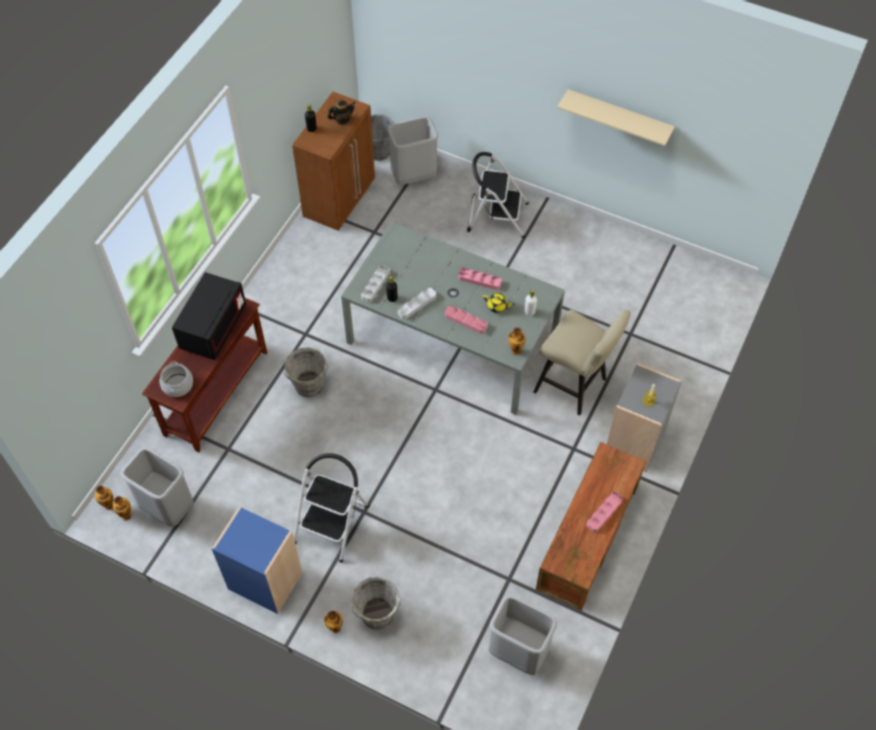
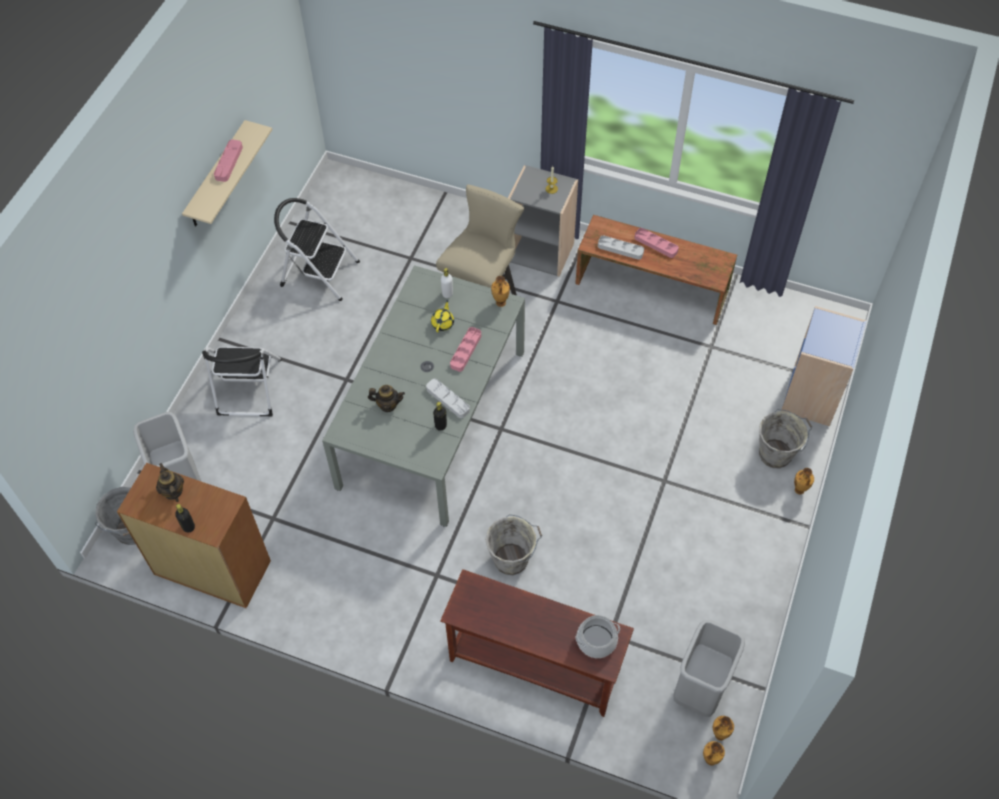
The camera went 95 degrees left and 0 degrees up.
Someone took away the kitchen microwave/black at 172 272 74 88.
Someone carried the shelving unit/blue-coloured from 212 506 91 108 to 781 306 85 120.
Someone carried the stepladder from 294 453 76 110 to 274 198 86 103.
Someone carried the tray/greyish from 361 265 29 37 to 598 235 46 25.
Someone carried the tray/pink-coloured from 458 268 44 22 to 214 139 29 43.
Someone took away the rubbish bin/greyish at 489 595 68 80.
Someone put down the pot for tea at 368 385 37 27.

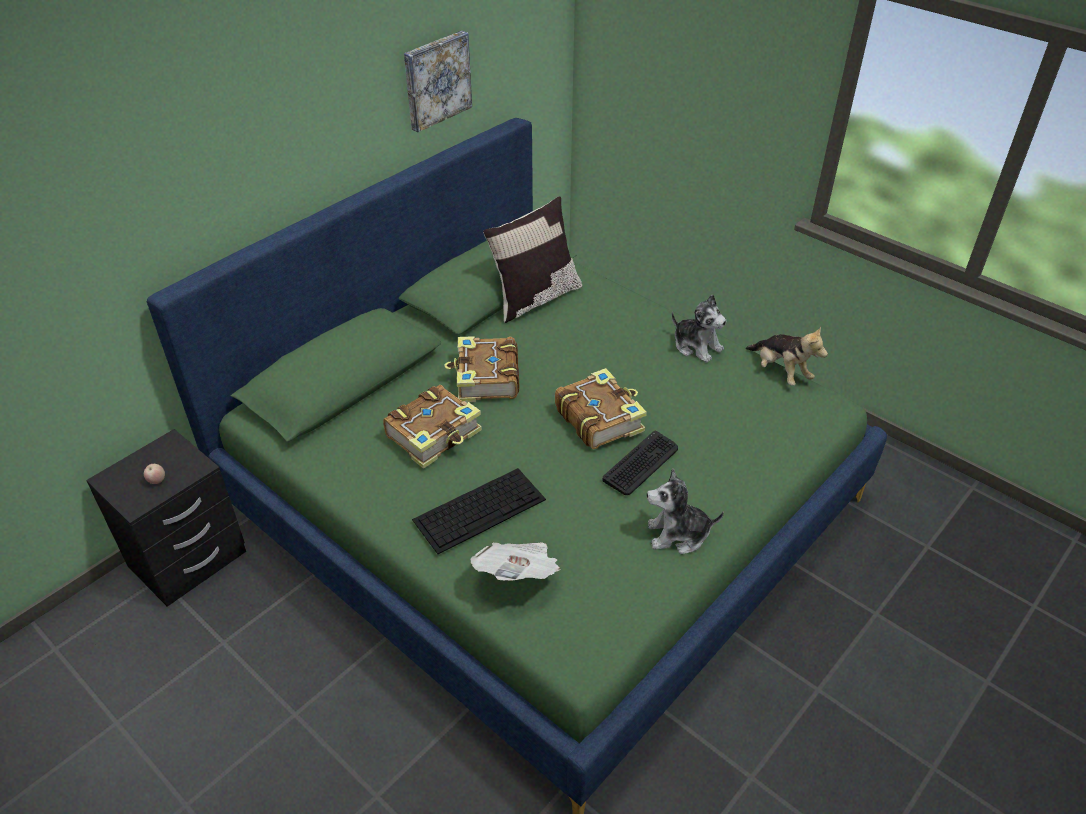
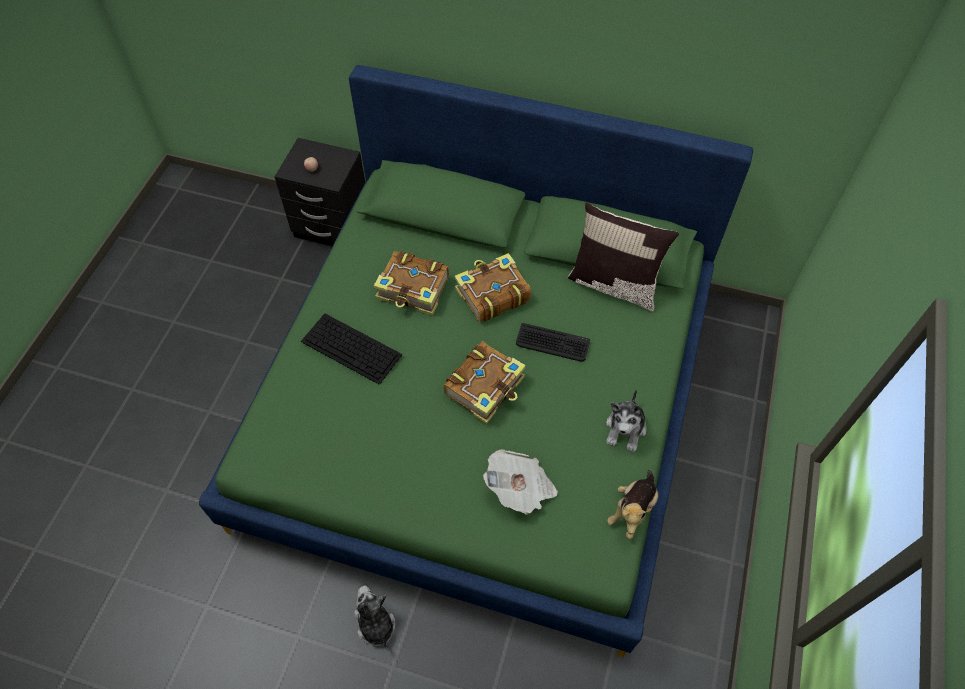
The camera went 65 degrees right and 15 degrees up.
Someone took away the wall art at 404 31 68 101.
Someone carried the daily paper from 471 542 89 39 to 483 449 75 65.
Someone carried the keyboard from 602 430 76 65 to 516 323 74 38.
Someone carried the soft toy from 647 468 77 86 to 354 586 42 64.

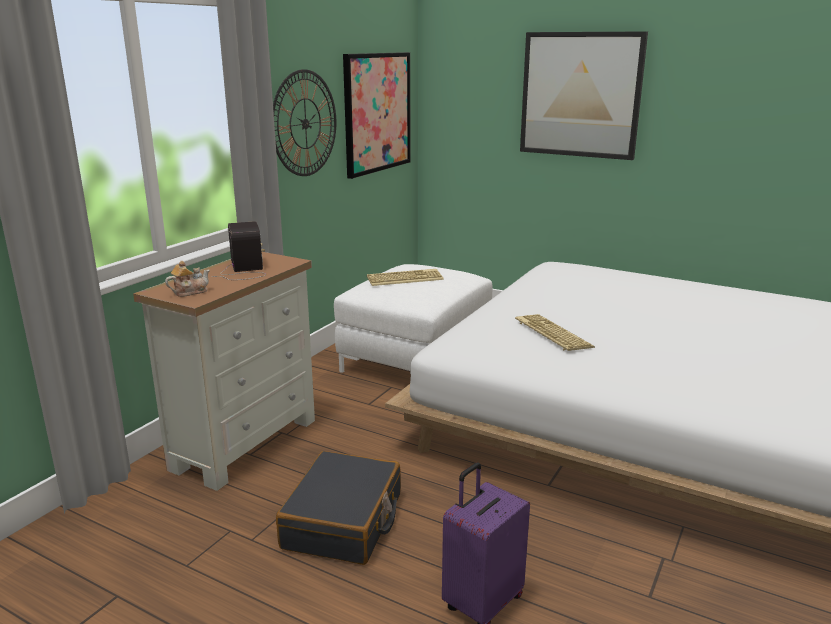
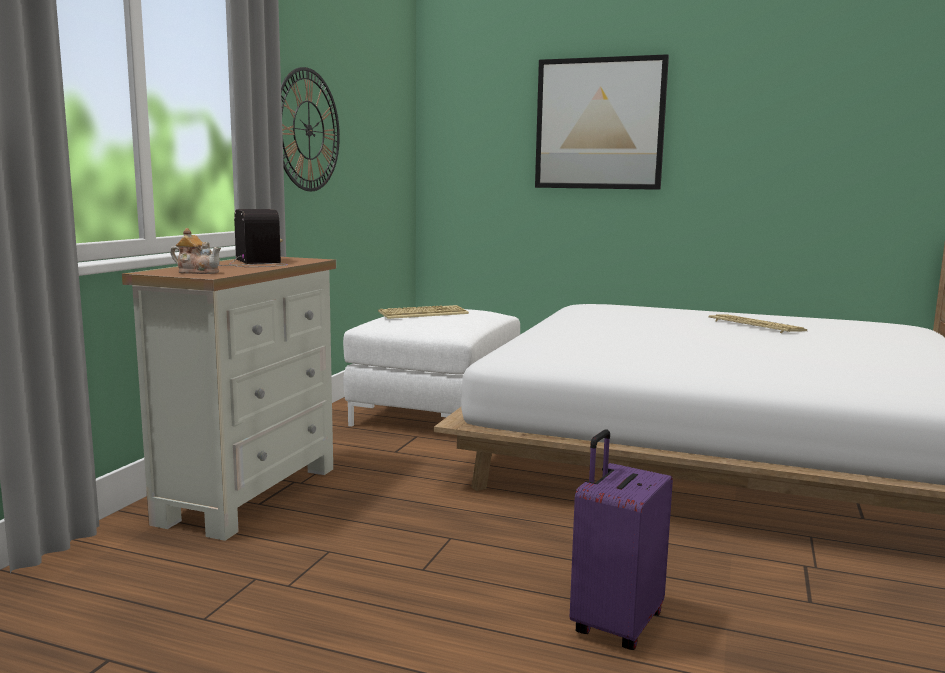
The camera went 10 degrees left and 10 degrees down.
Someone rotated the pot for tea at 165 261 45 36 by 60 degrees clockwise.
Someone took away the piece of luggage/black at 276 451 125 114.
Someone took away the wall art at 343 52 68 127.
Someone carried the keyboard from 515 314 80 37 to 709 314 98 19.

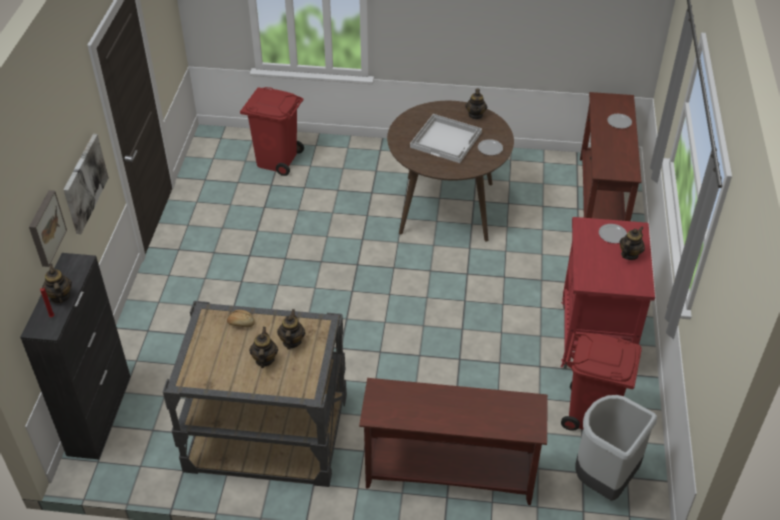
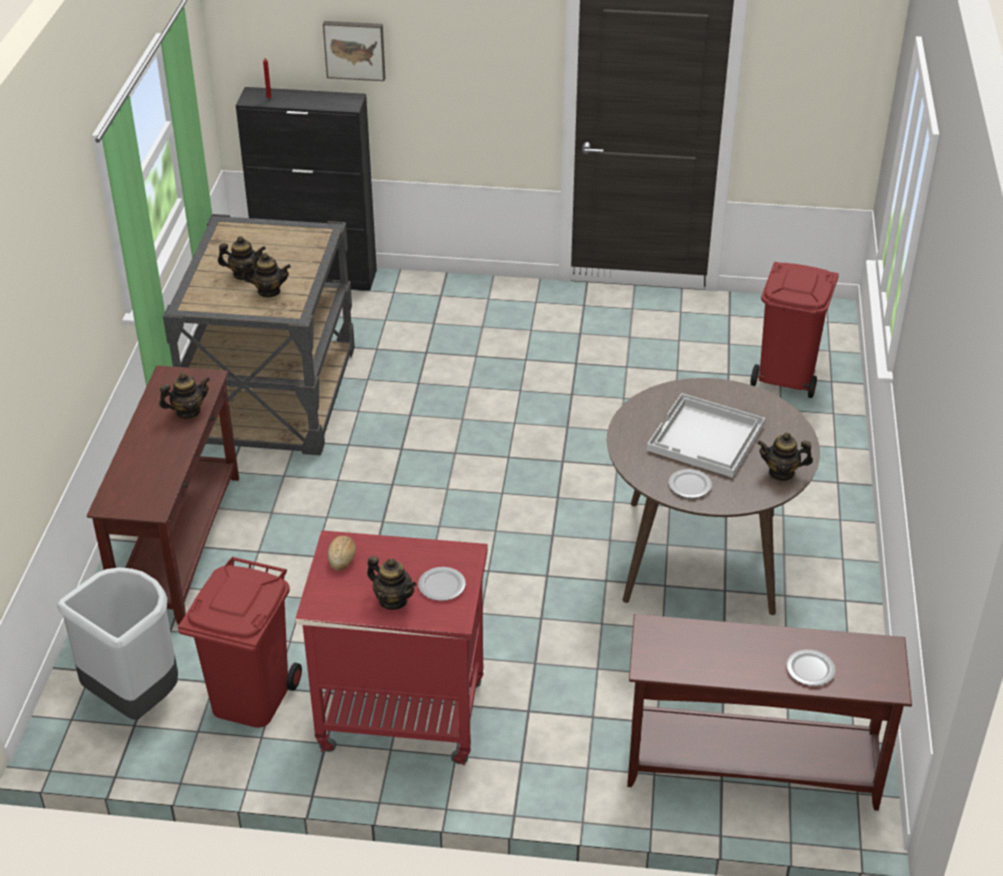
The camera went 90 degrees right and 5 degrees down.
Someone carried the pot for tea from 42 264 30 40 to 159 373 51 46.
Someone took away the wall art at 63 134 46 100.
Someone carried the bread from 227 310 28 17 to 328 536 28 35.

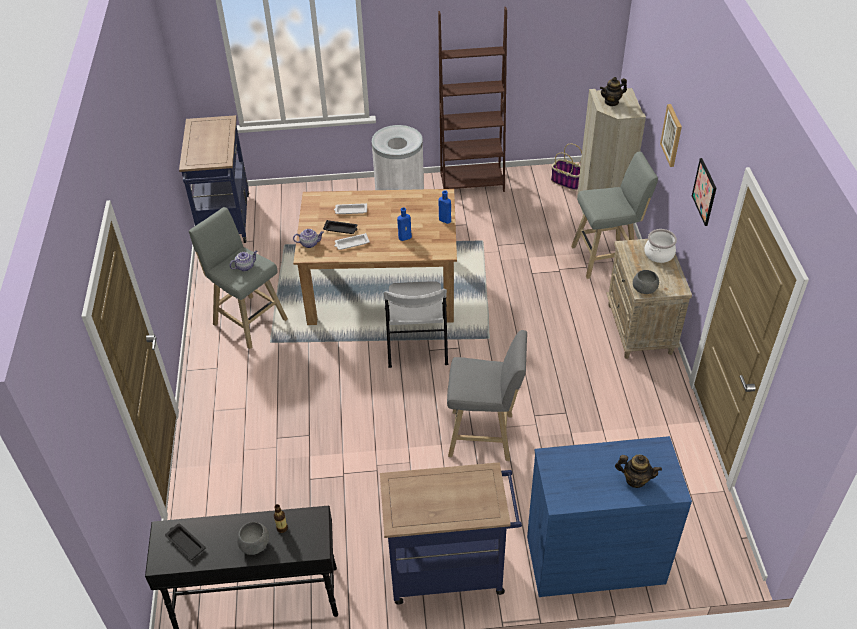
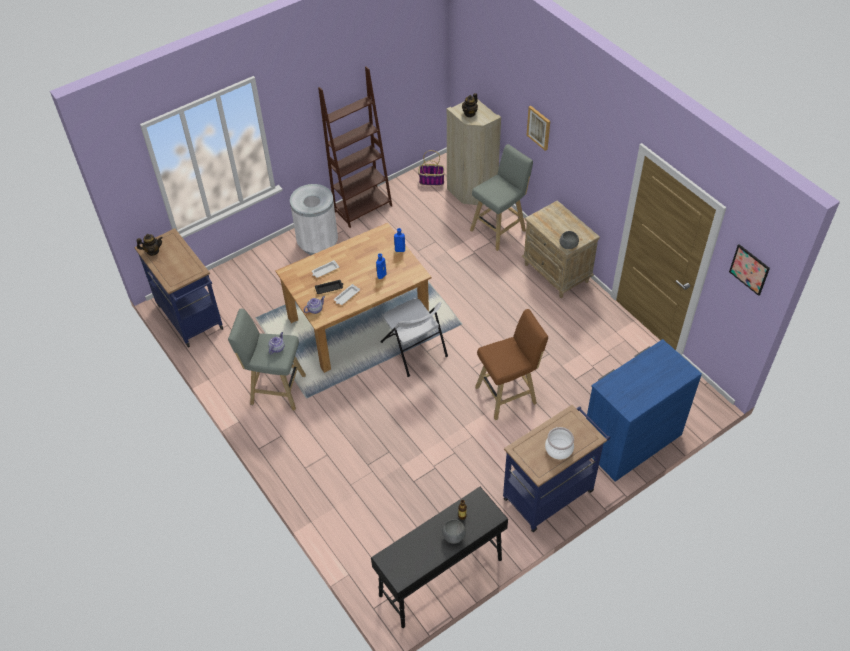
The camera went 30 degrees left and 5 degrees up.
Someone took away the tray/black at 165 524 41 36.
Someone repainted the stool seat/greyish at 447 330 80 131, which became the stool seat/brownish at 475 309 73 111.
Someone carried the pot for tea from 615 455 47 33 to 137 234 26 22.
Someone carried the cooking pot from 644 229 33 34 to 545 427 29 33.
Someone carried the wall art from 692 158 25 68 to 729 244 41 52.

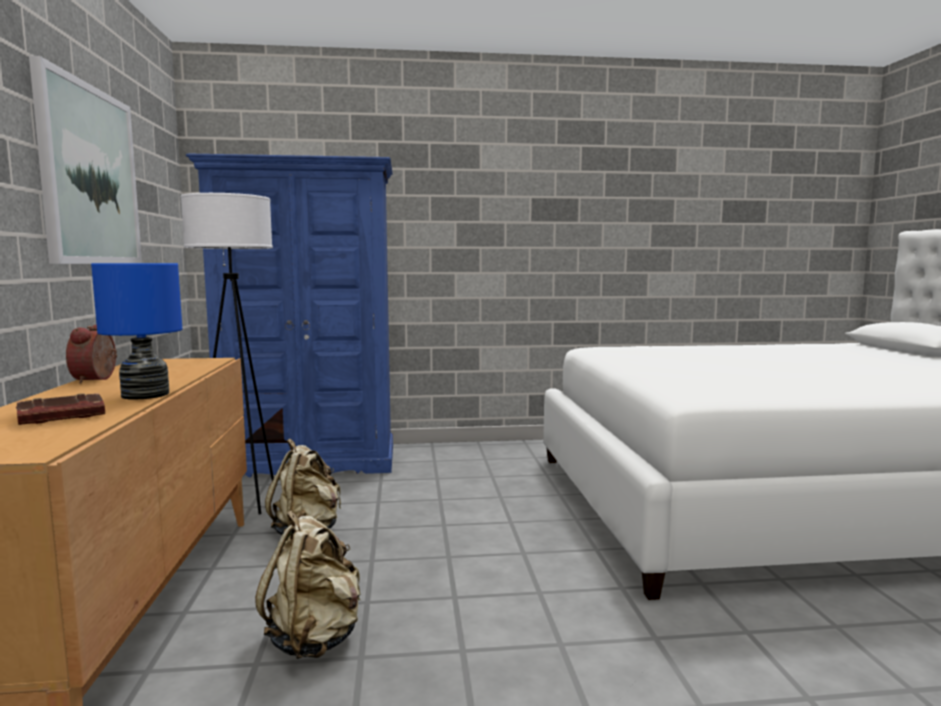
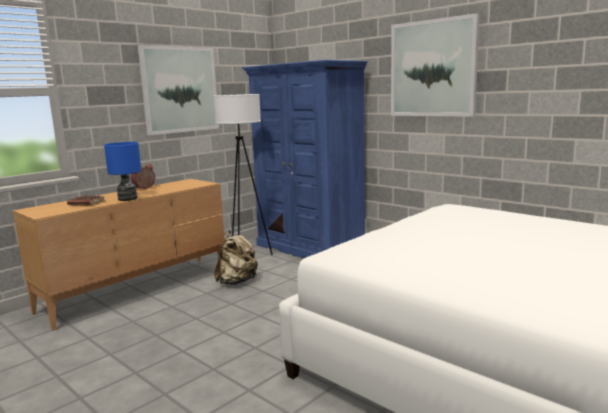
The camera went 50 degrees right and 5 degrees up.
Someone took away the backpack/beige at 255 510 106 149.
Someone put up the wall art at 391 13 88 104.

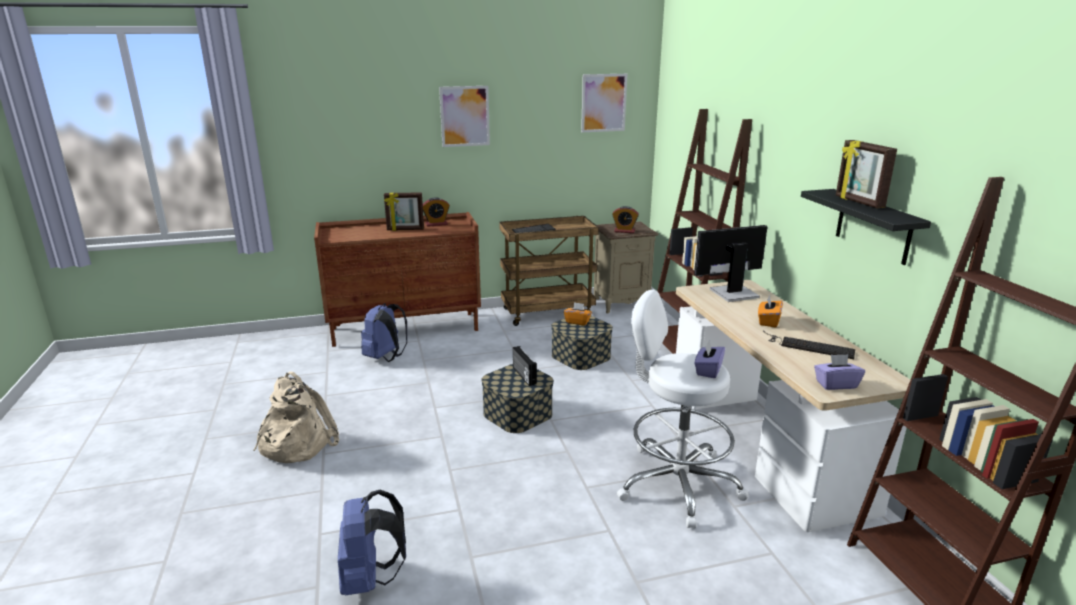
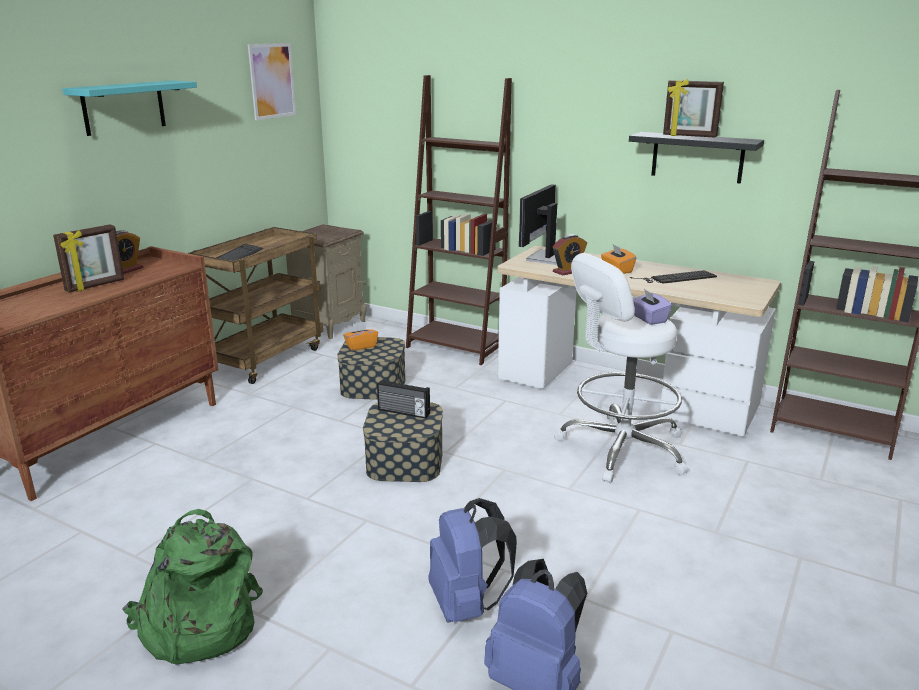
The camera went 45 degrees left and 0 degrees up.
Someone repainted the backpack/beige at 254 371 85 92, which became the backpack/greenish at 122 509 141 155.
Someone carried the backpack/blue-coloured from 361 303 46 59 to 428 498 89 124.
Someone swapped the wall art at 439 86 51 61 for the bracket shelf/blue-green at 63 80 134 56.
Someone carried the alarm clock from 612 206 27 27 to 553 234 34 42.
Someone took away the tissue holder/purplish at 814 354 51 36.

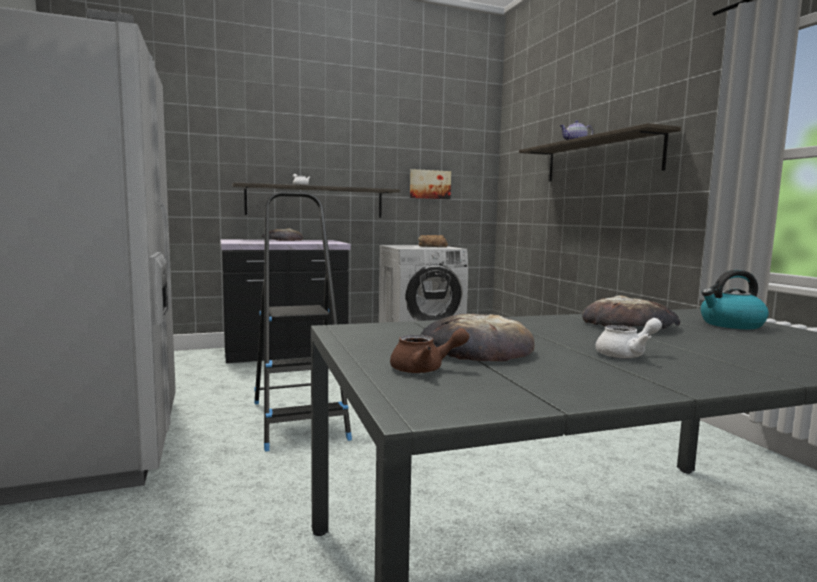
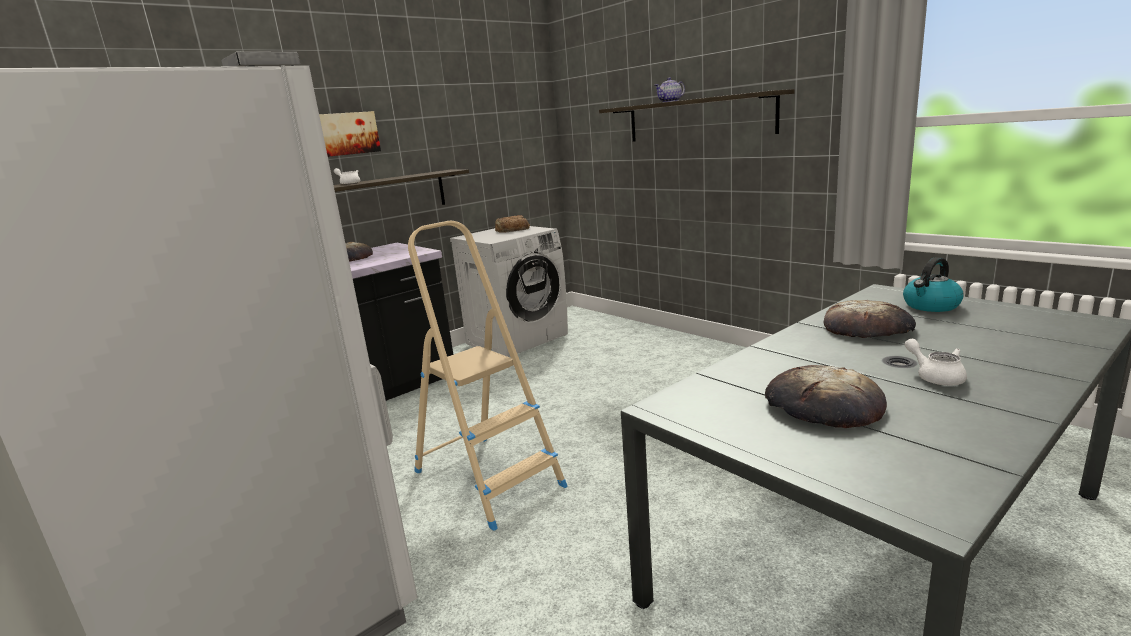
The camera went 20 degrees left and 10 degrees up.
Someone repainted the stepladder/black at 254 192 98 259, which became the stepladder/beige at 408 221 160 310.
Someone took away the pot for tea/brownish at 390 328 79 45.
Someone carried the wall art from 410 169 41 30 to 319 111 62 46.
Someone rotated the pot for tea/white at 595 318 67 41 by 75 degrees counterclockwise.

